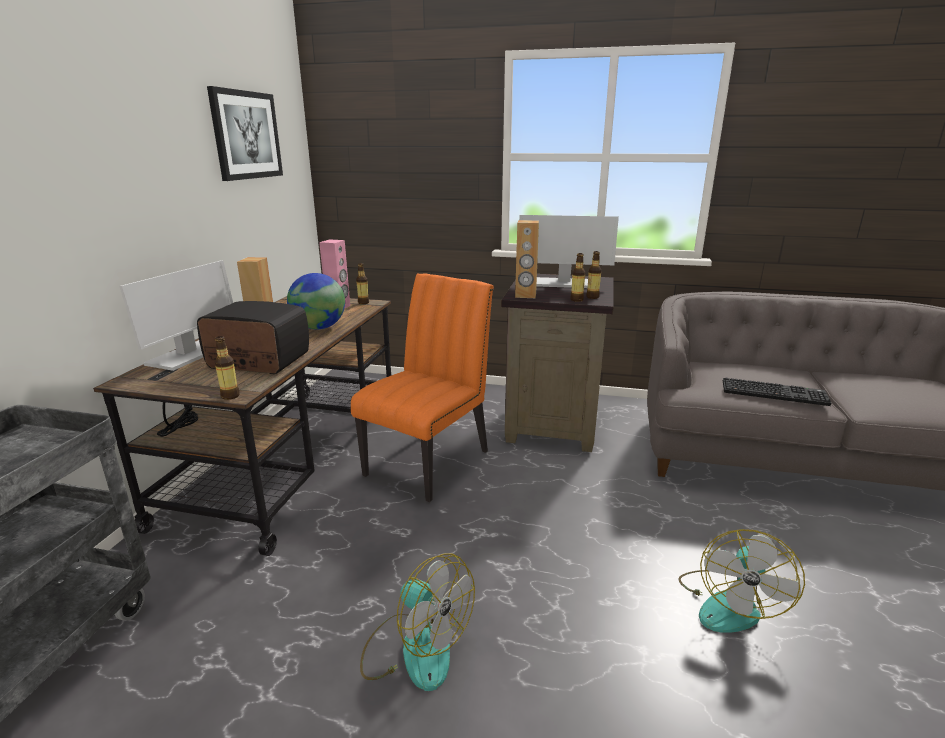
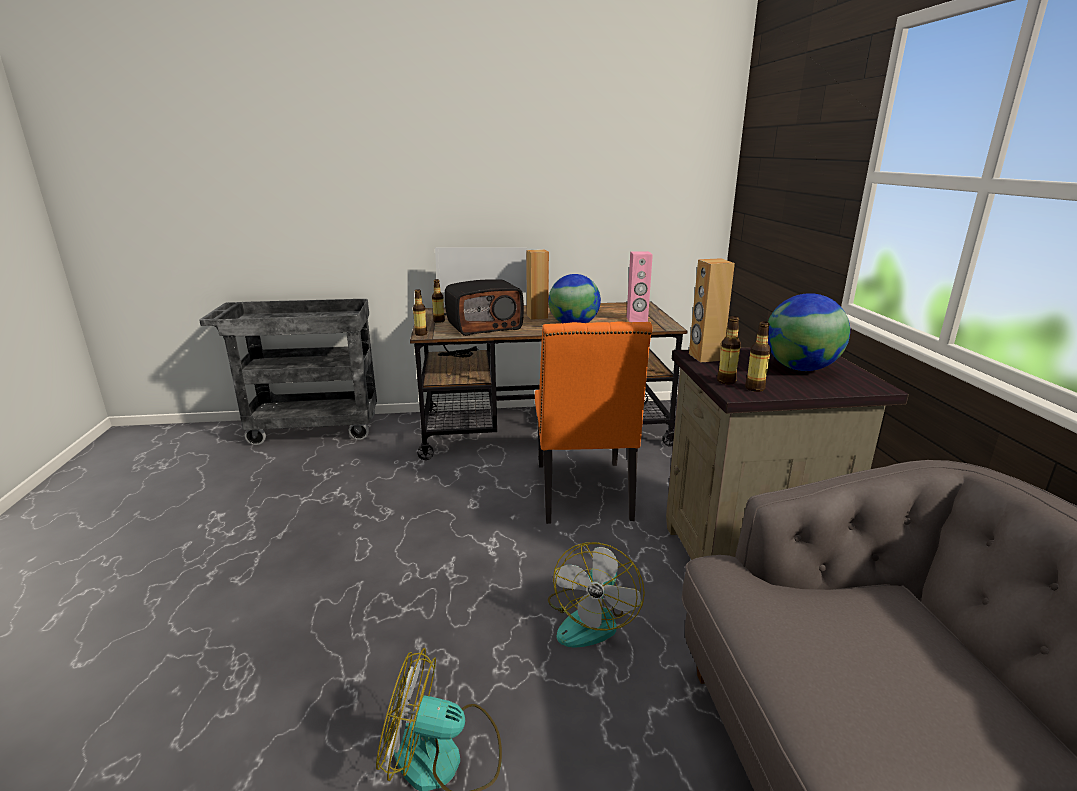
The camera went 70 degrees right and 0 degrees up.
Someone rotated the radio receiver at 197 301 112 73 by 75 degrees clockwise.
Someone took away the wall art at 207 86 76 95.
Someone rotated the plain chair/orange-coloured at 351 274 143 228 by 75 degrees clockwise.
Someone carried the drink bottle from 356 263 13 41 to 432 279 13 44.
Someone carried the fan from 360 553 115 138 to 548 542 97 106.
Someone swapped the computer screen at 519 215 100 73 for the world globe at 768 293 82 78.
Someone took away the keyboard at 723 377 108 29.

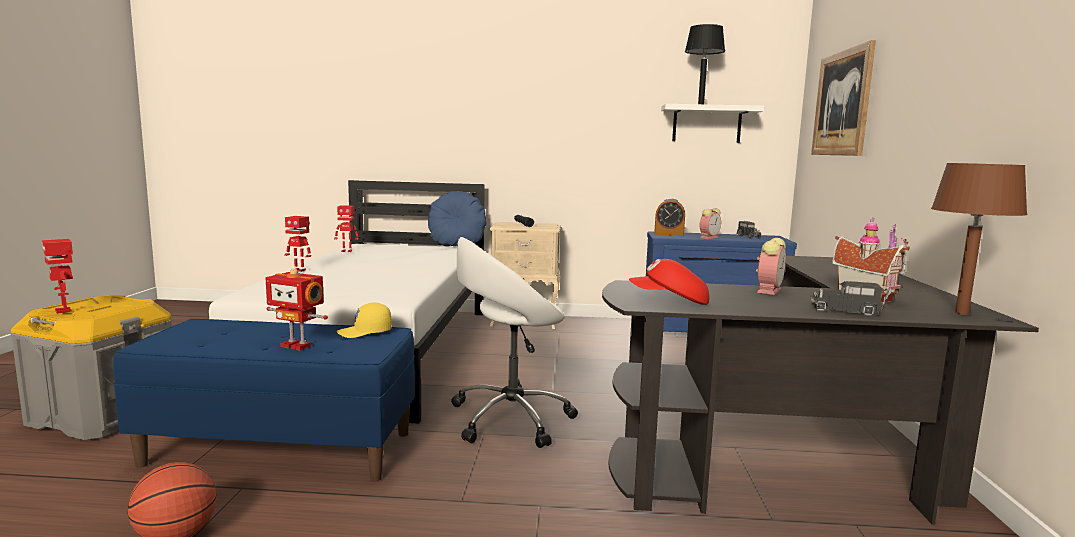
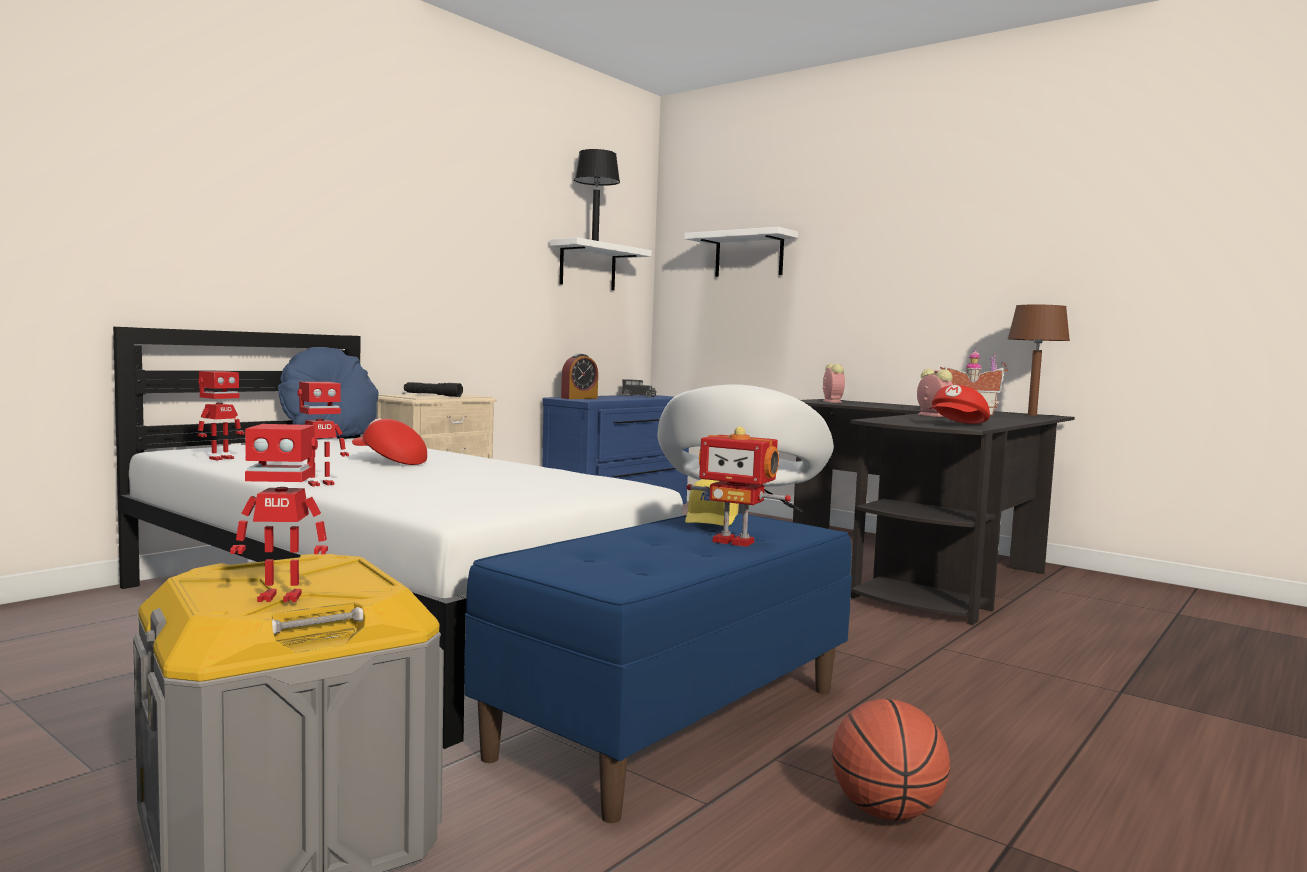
The camera went 55 degrees left and 5 degrees down.
Someone rotated the model robot at 266 268 62 82 by 60 degrees clockwise.
Someone carried the alarm clock from 700 208 21 31 to 823 363 22 40.
Someone took away the toy truck at 810 281 81 35.
Someone swapped the wall art at 811 40 65 116 for the bracket shelf/white at 684 227 114 50.
Someone put down the peaked cap/red-coloured at 352 418 75 47.

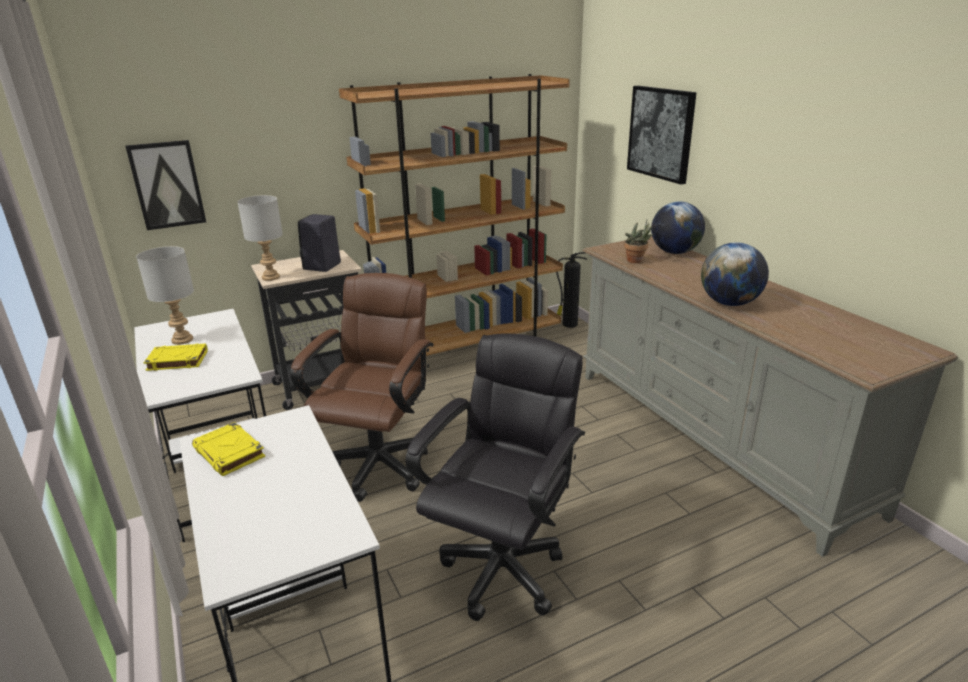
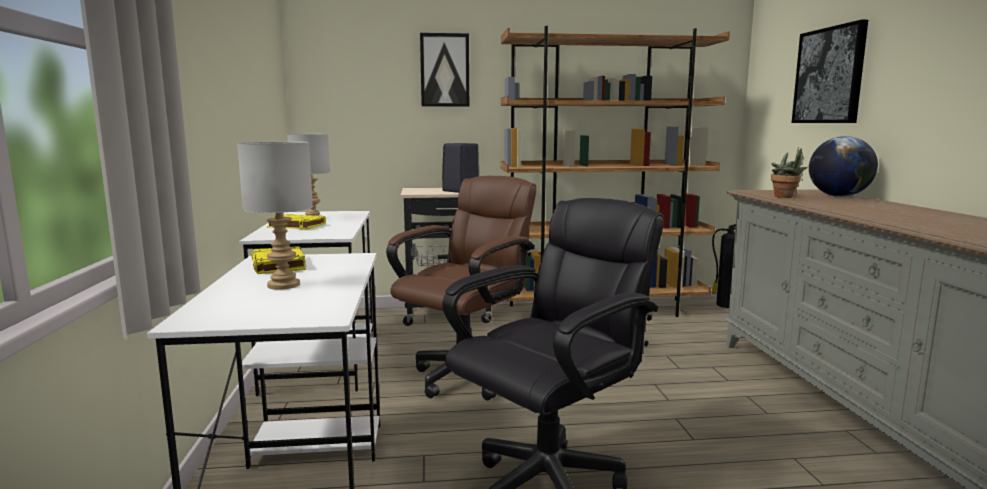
The camera went 20 degrees right and 15 degrees down.
Someone carried the wall art from 125 140 81 90 to 420 33 49 74.
Someone carried the lamp for a table/greyish from 237 195 46 86 to 237 141 76 149.
Someone took away the world globe at 701 242 68 64.

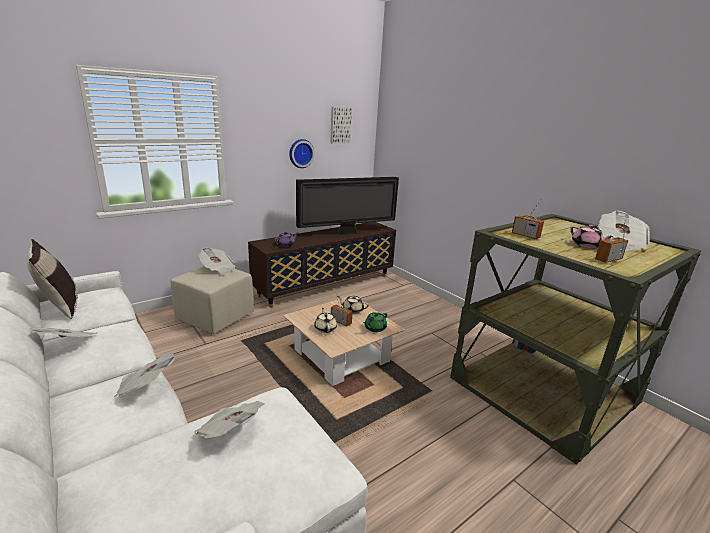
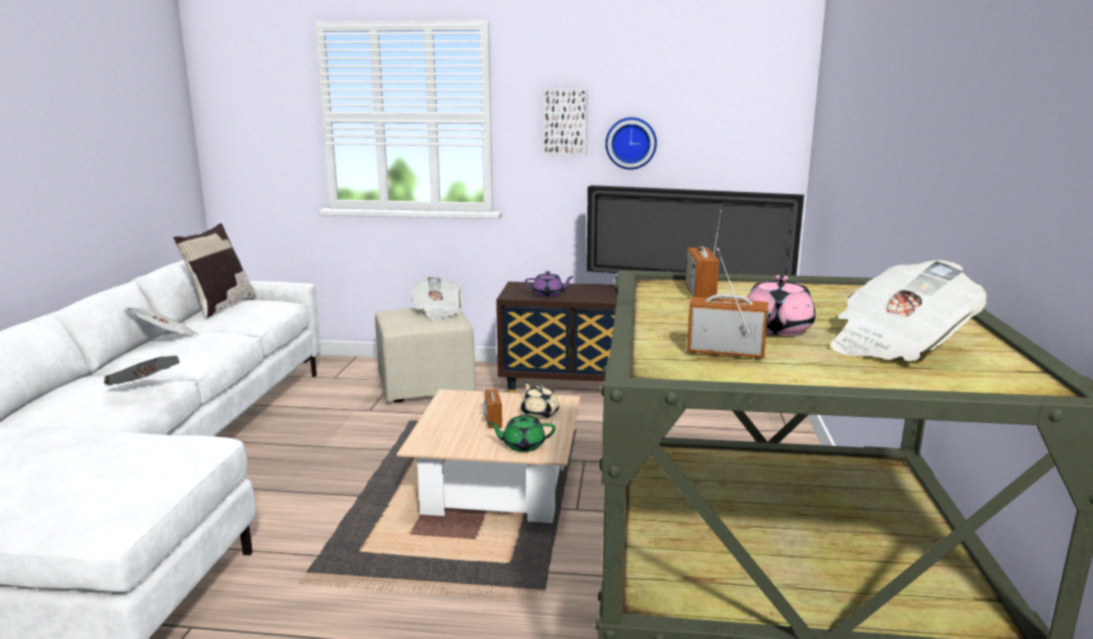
The camera went 45 degrees right and 5 degrees down.
Someone took away the daily paper at 194 401 71 37.
Someone took away the pot for tea/beige at 314 308 23 25.
Someone carried the wall art from 330 107 22 37 to 544 89 43 67.

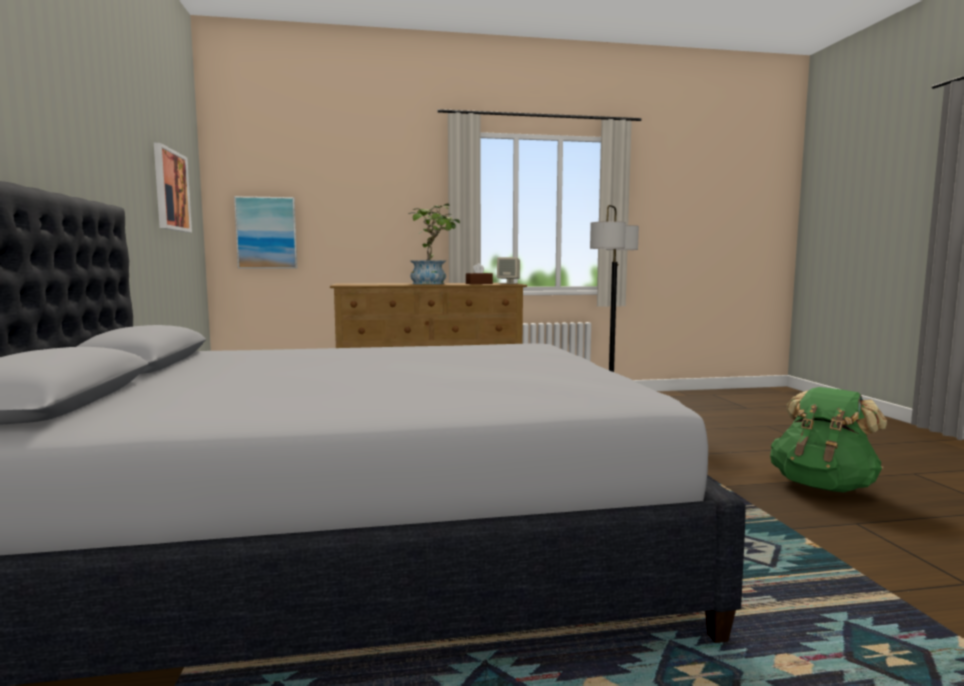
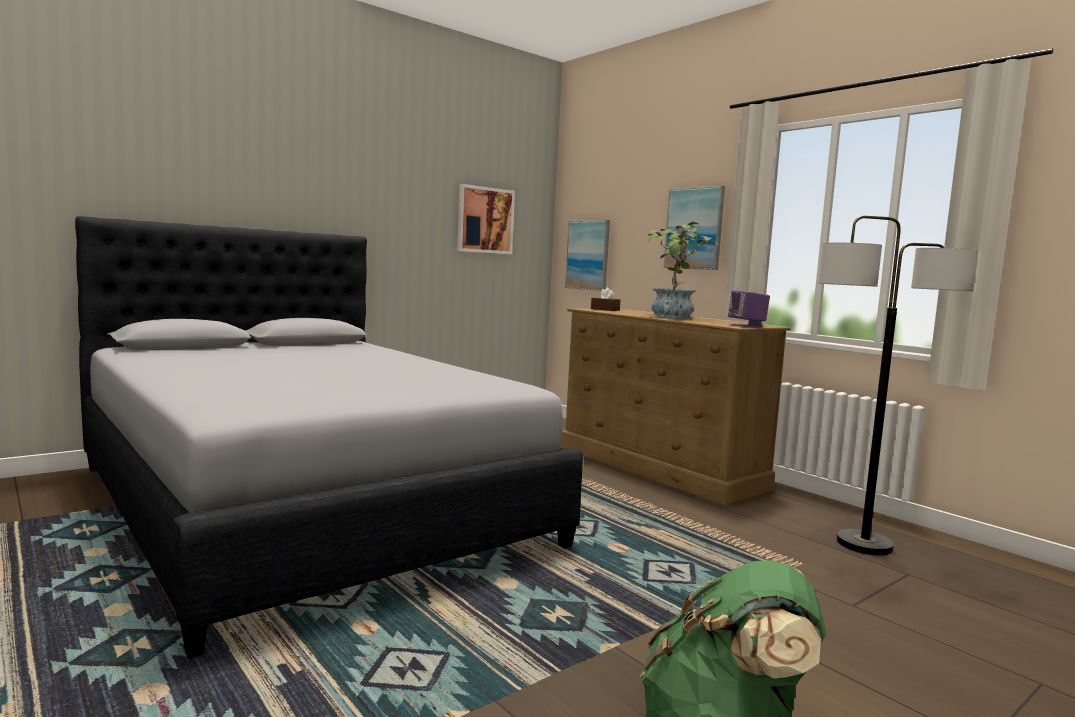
The camera went 60 degrees right and 0 degrees up.
Someone carried the tissue holder/brownish from 466 263 27 21 to 591 288 29 23.
Someone repainted the speaker/beige at 497 257 23 27, which became the speaker/purplish at 728 290 42 37.
Someone put up the wall art at 664 186 61 84.

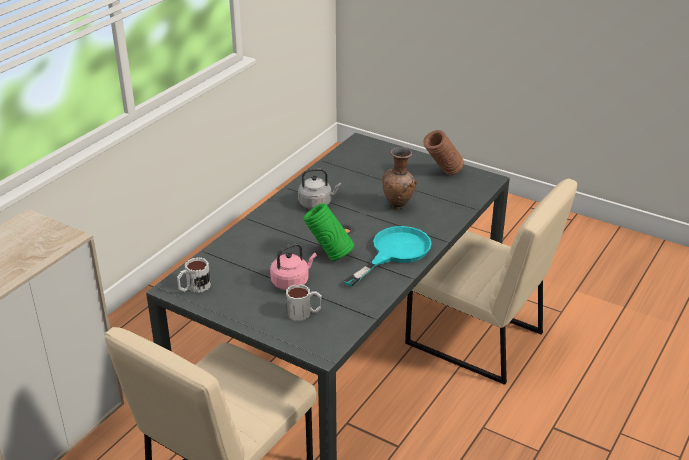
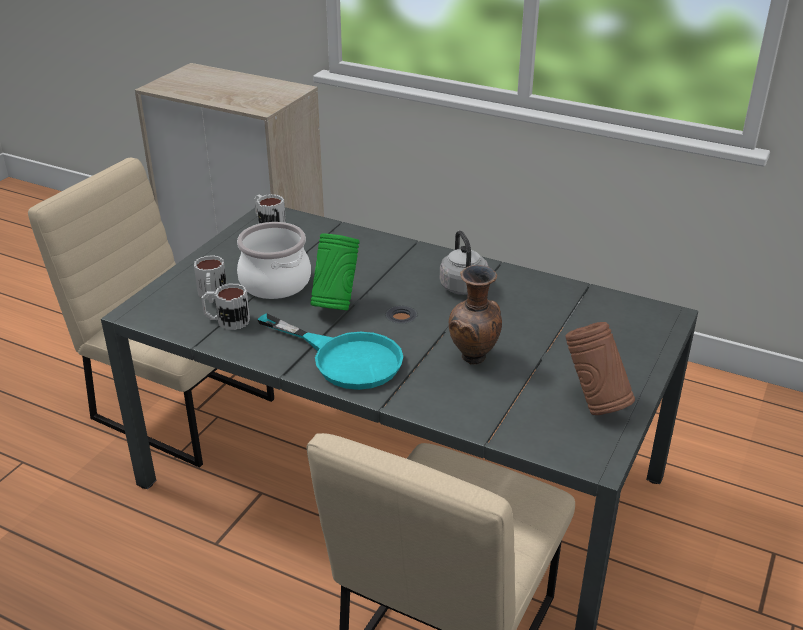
The camera went 85 degrees right and 0 degrees up.
Someone swapped the water kettle/pink-coloured at 270 243 47 47 for the cooking pot at 237 222 74 77.
Someone put down the coffee mug at 201 283 49 47.

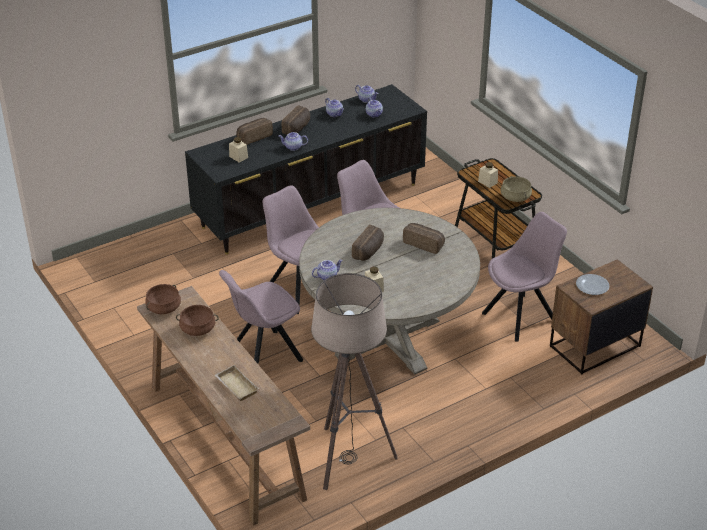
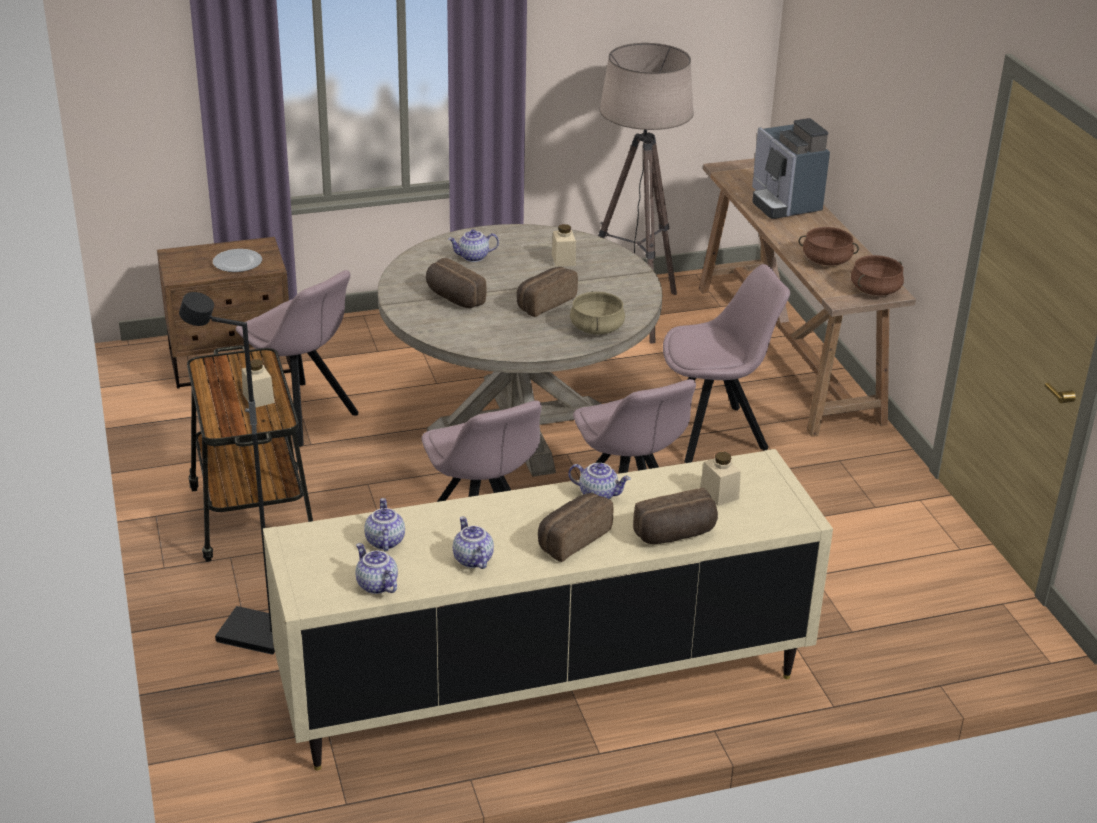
The camera went 165 degrees left and 5 degrees down.
Someone repainted the cupboard/black at 185 84 242 171, which became the cupboard/beige at 263 449 570 322.
Someone swapped the tray/beige at 215 365 44 36 for the coffee maker at 752 118 78 101.
Someone carried the pot for tea from 312 260 31 20 to 448 229 51 33.
Someone rotated the plain chair/pink-coloured at 482 212 85 130 by 120 degrees counterclockwise.
Someone carried the cooking pot/beige from 501 176 31 26 to 570 291 55 44.
Someone put down the standard lamp/black at 179 292 96 363.

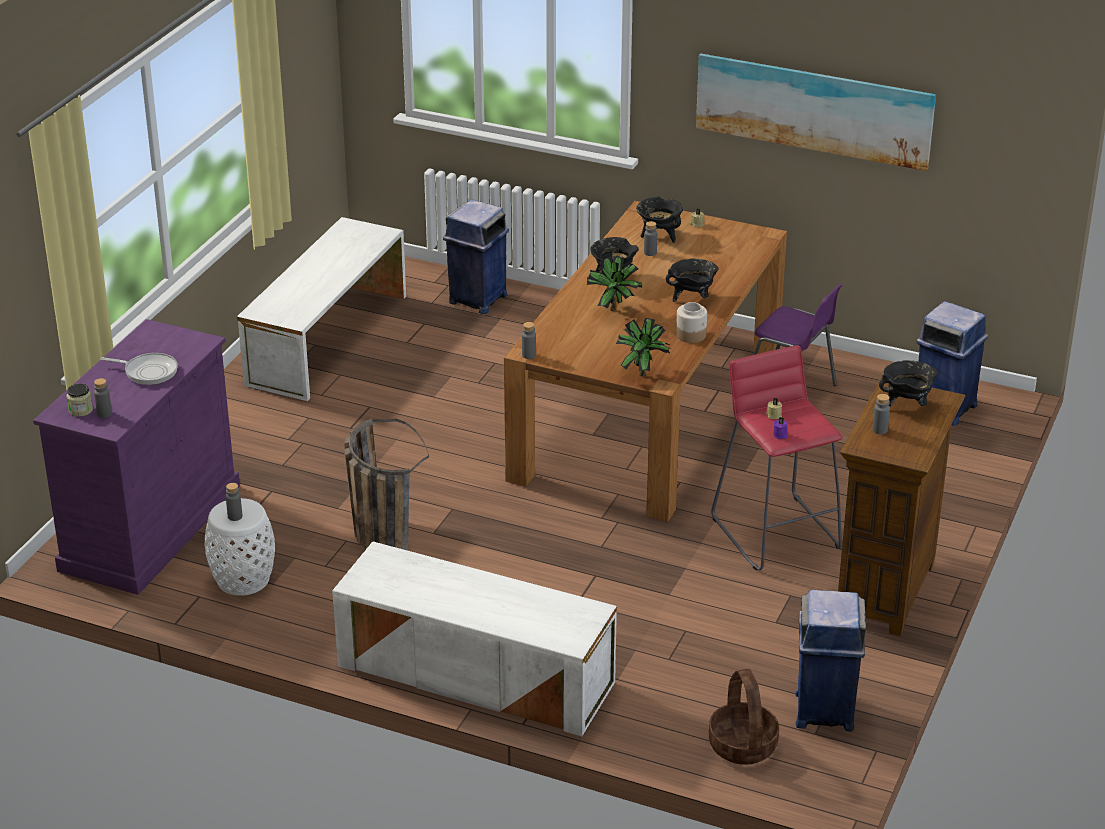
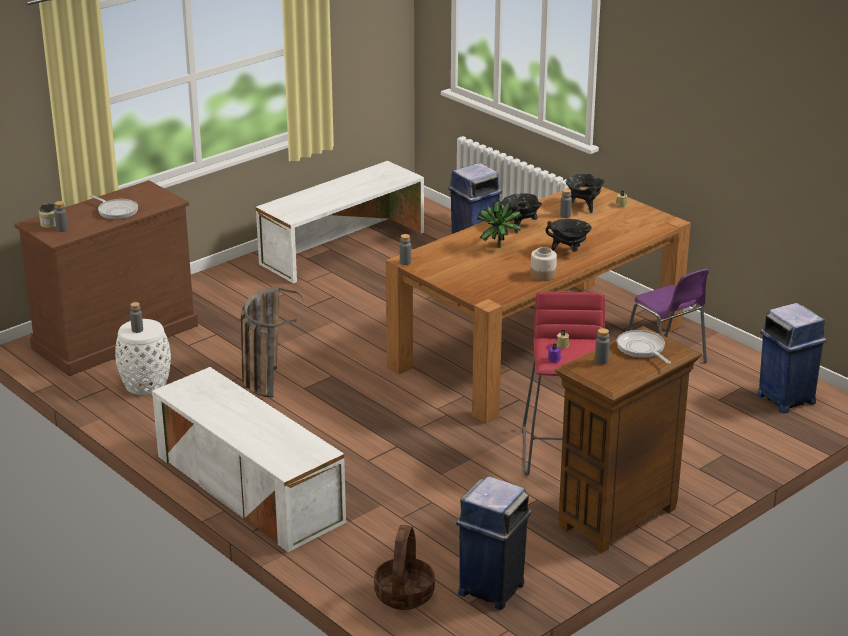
The camera went 25 degrees right and 5 degrees down.
Someone repainted the chest of drawers/purplish at 33 319 207 276, which became the chest of drawers/brownish at 14 180 184 196.
Someone took away the plant in a pot at 616 318 56 59.
Someone took away the wall art at 696 54 240 117.
Someone swapped the cooking pot/black at 879 360 59 47 for the skillet at 617 330 54 34.

